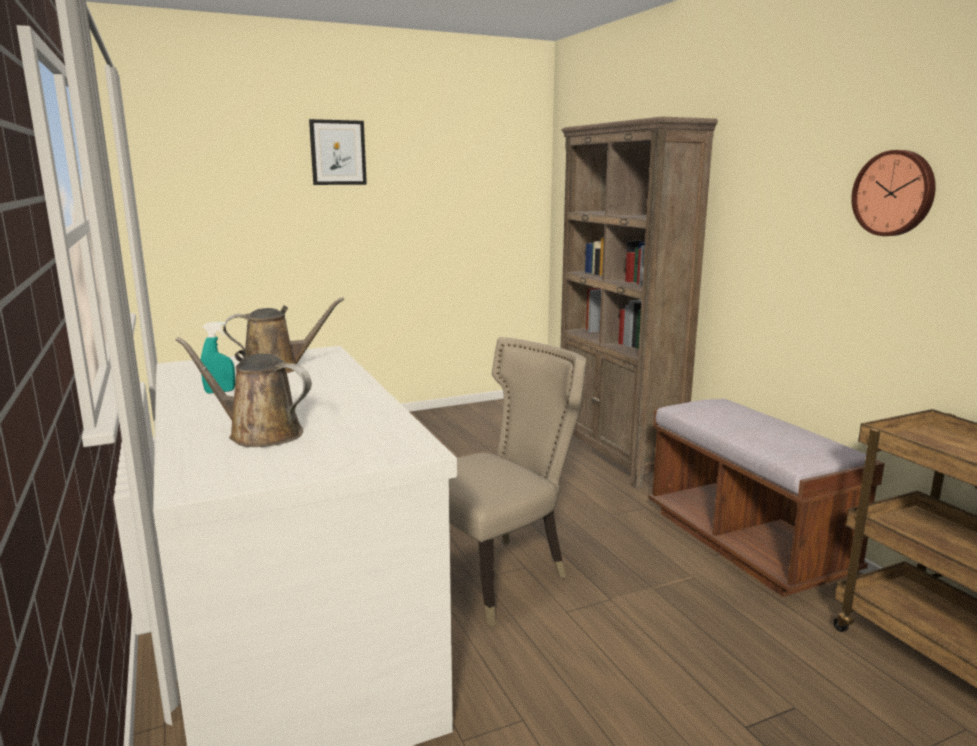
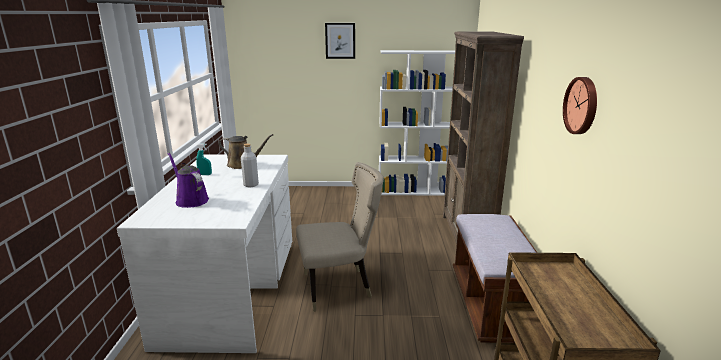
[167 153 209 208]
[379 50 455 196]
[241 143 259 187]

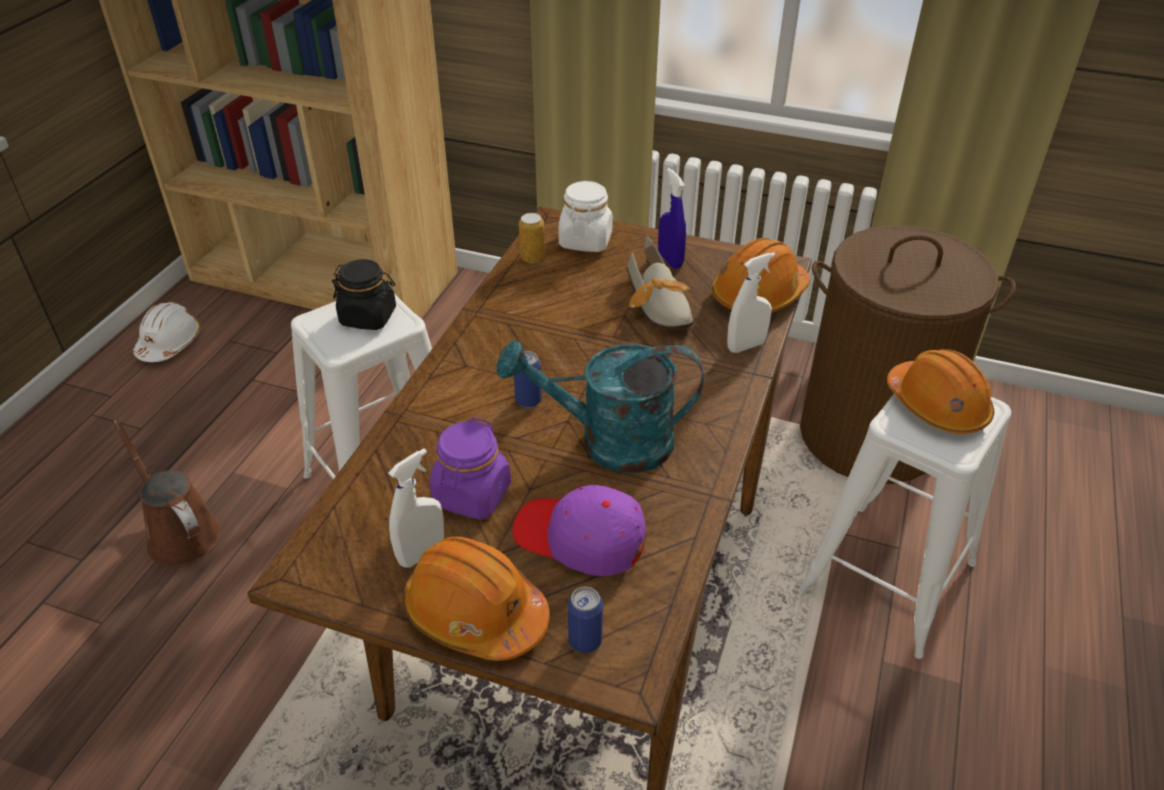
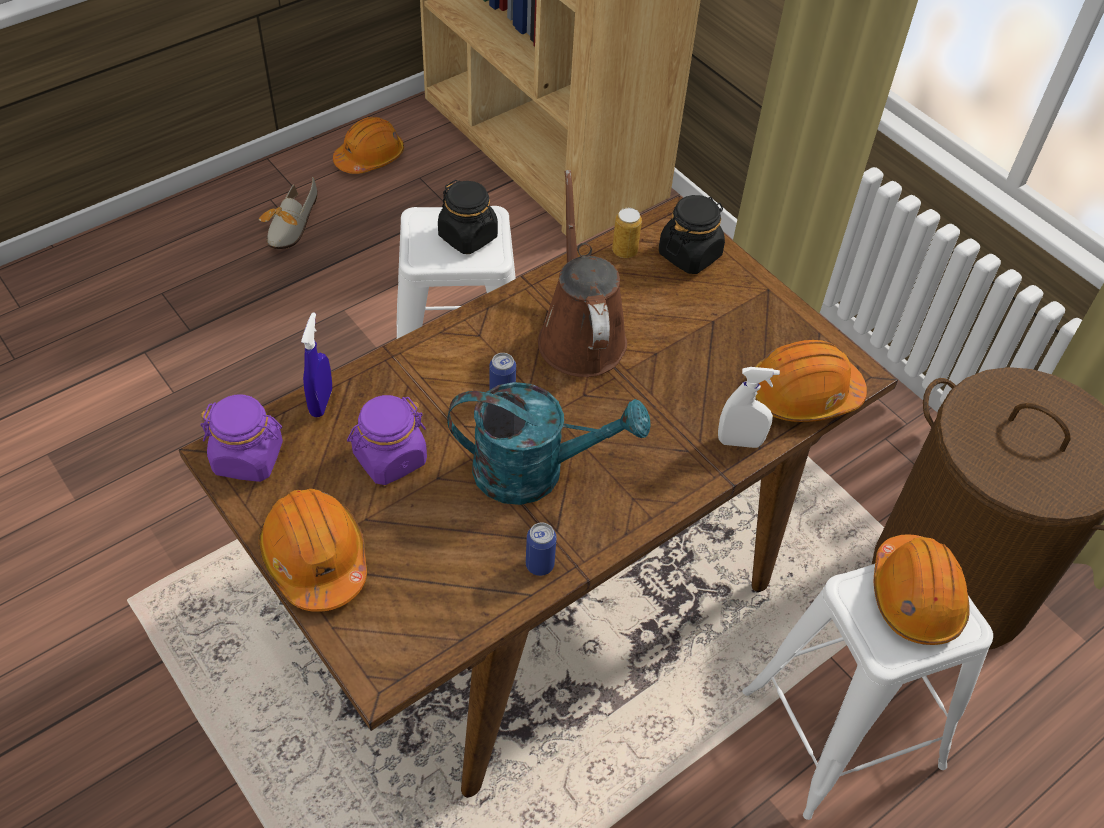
[301 312 332 417]
[659 195 725 274]
[259 177 317 249]
[333 117 404 174]
[447 382 651 505]
[538 170 627 377]
[388 448 444 568] (first image)
[513 485 646 576] (first image)
[526 523 557 576]
[200 395 283 482]

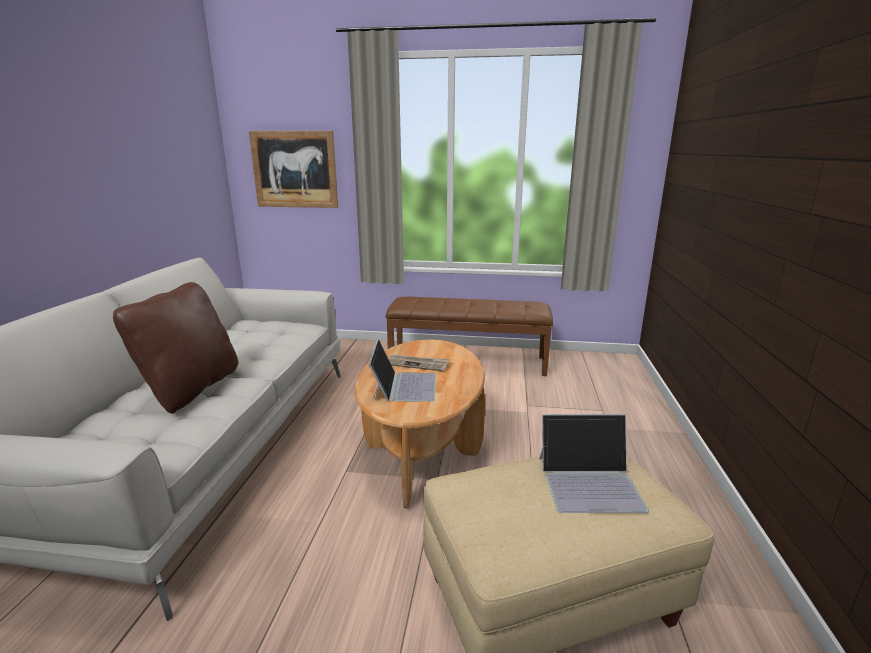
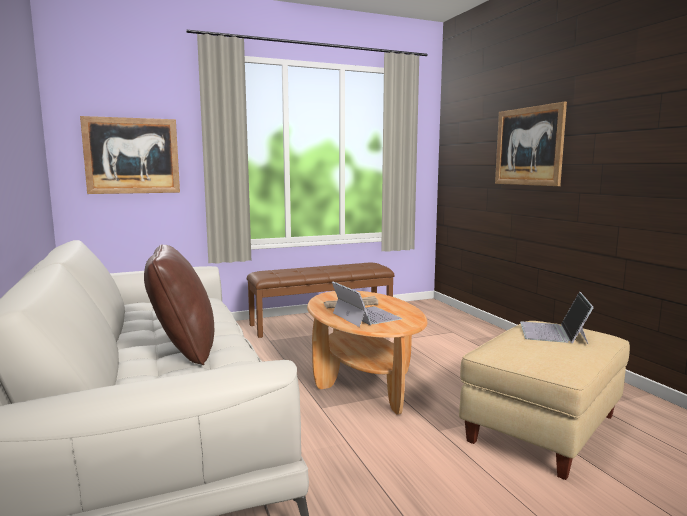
[520 292 594 345]
[495 102 567 186]

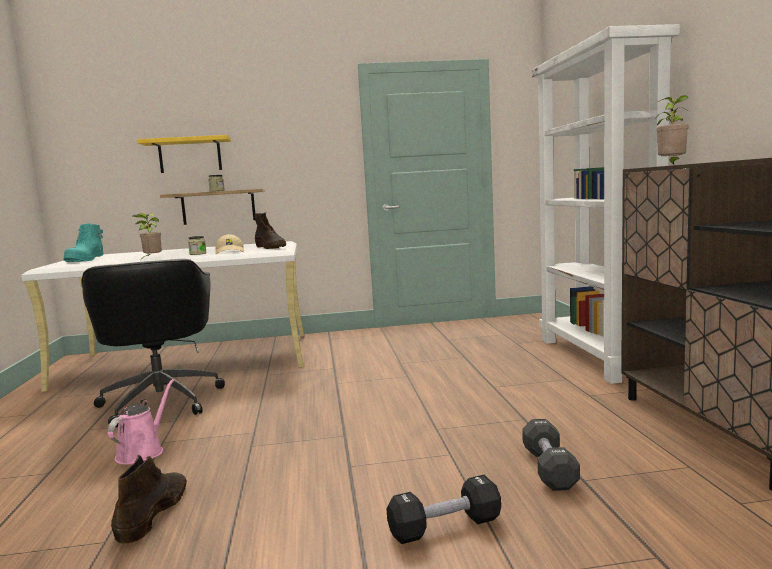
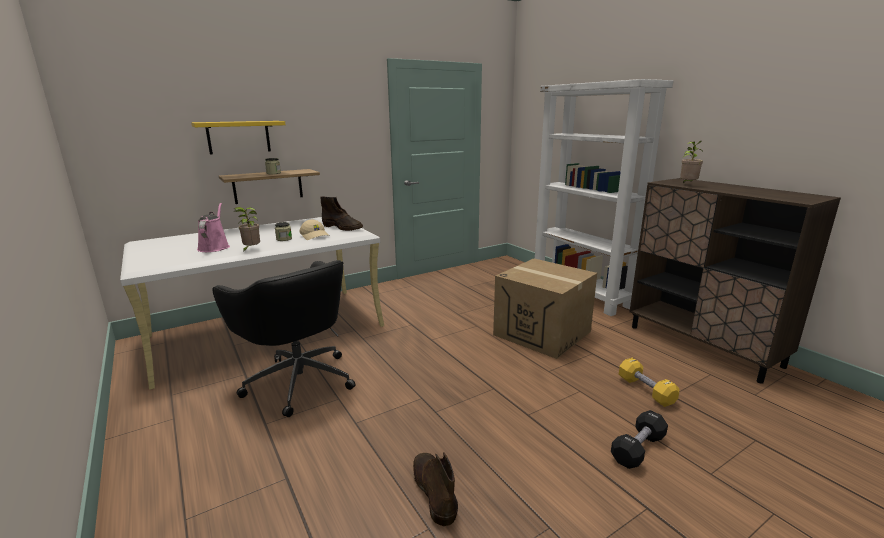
[63 223 104 262] (first image)
[197 203 230 252]
[619 358 679 407]
[493 258 597 359]

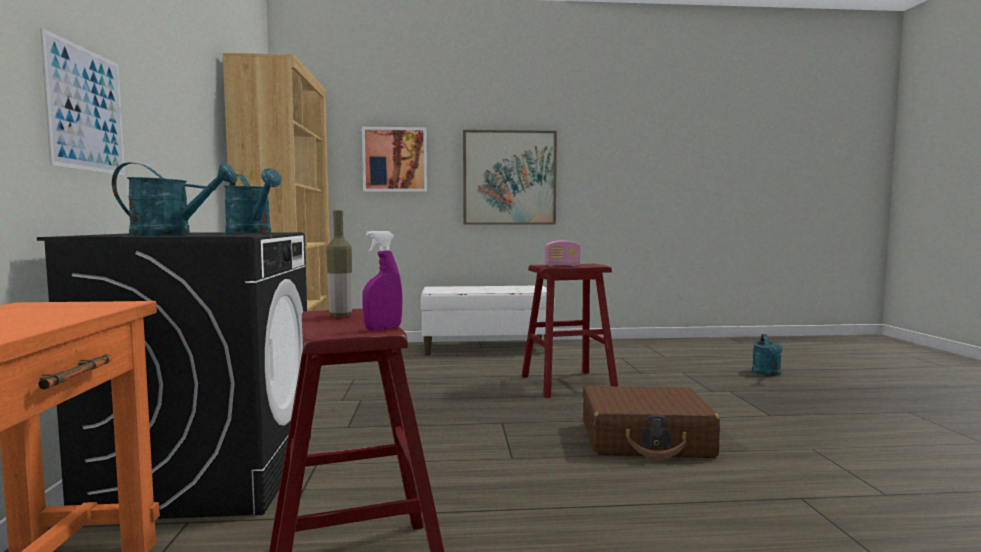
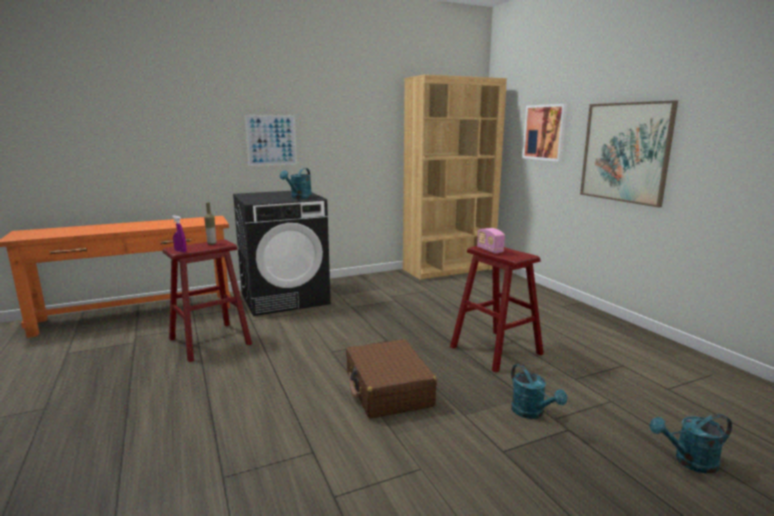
[511 364 567 419]
[421 286 555 355] (first image)

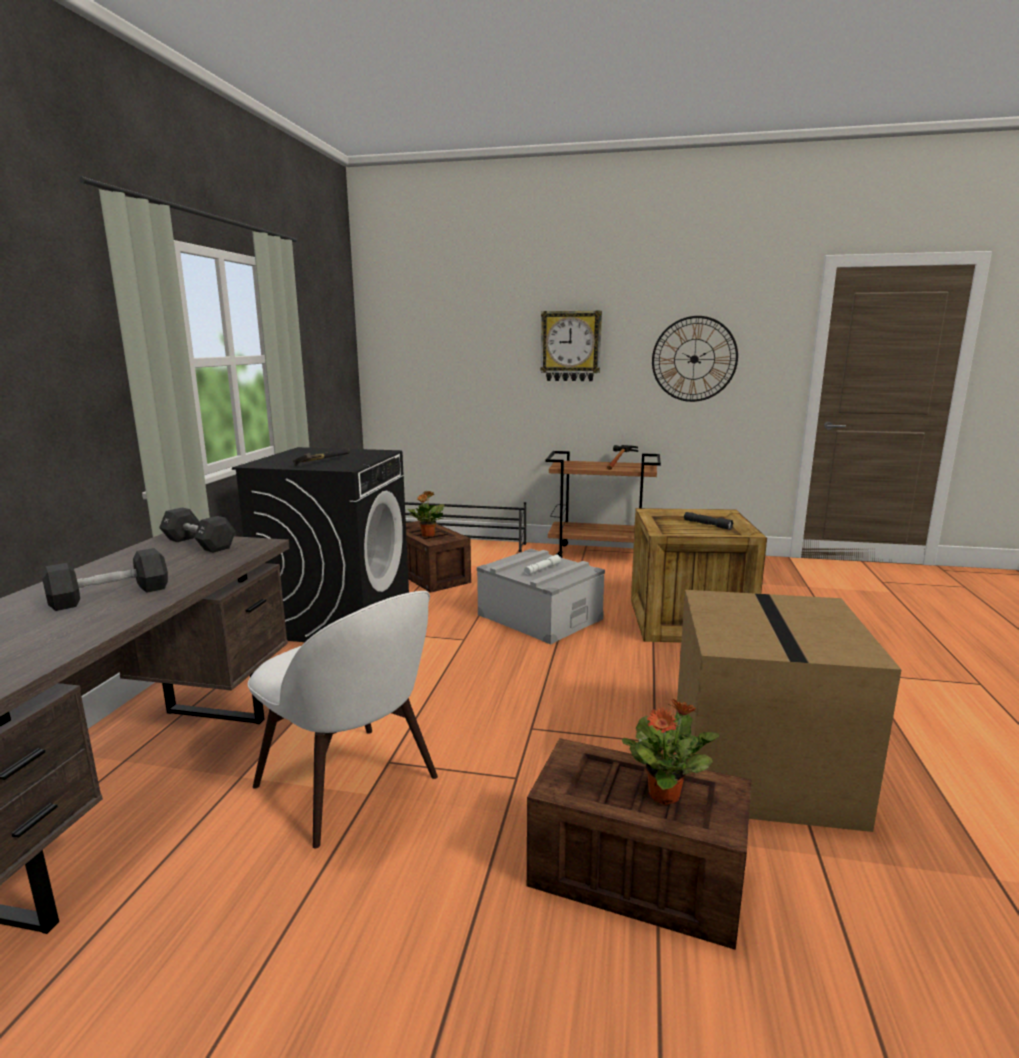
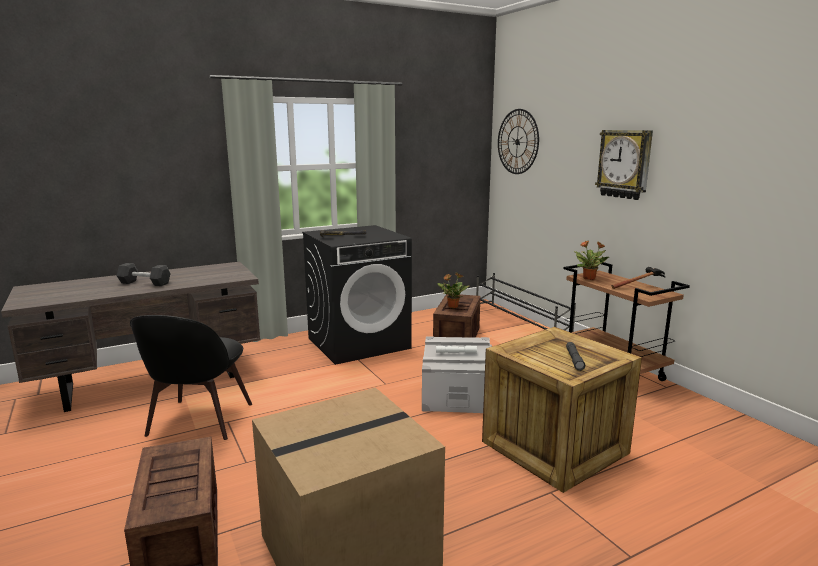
[498 109 539 174]
[159 507 236 553] (first image)
[130 315 252 440]
[574 240 609 280]

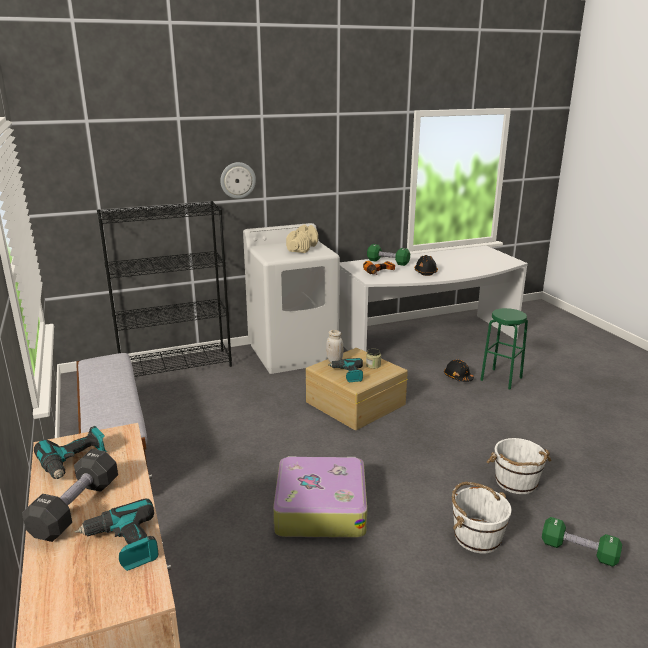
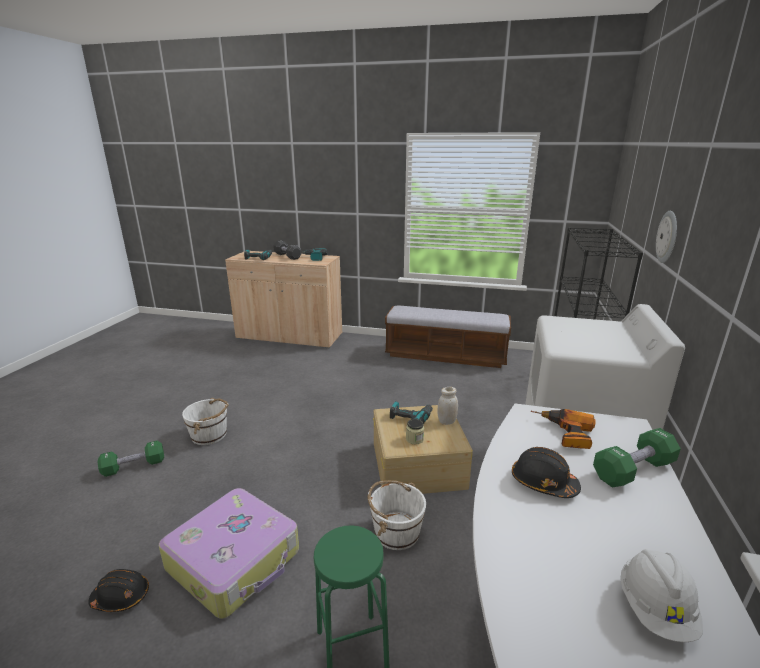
[286 224 318 253] (first image)
[88 569 149 612]
[368 480 426 550]
[159 488 299 619]
[620 549 703 642]

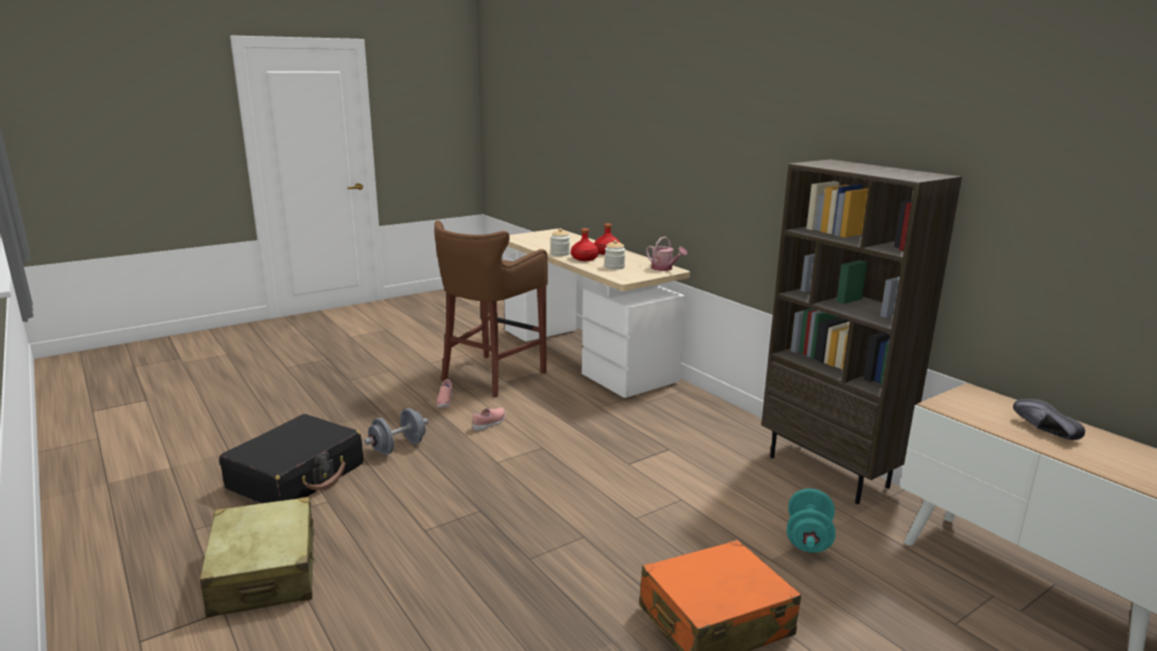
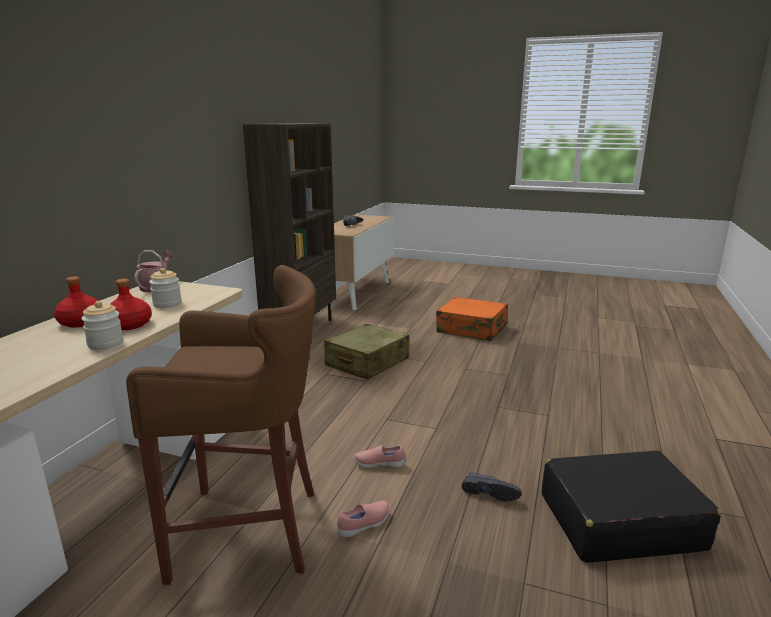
[462 472 522 502]
[787 489 836 553] (first image)
[324 324 409 380]

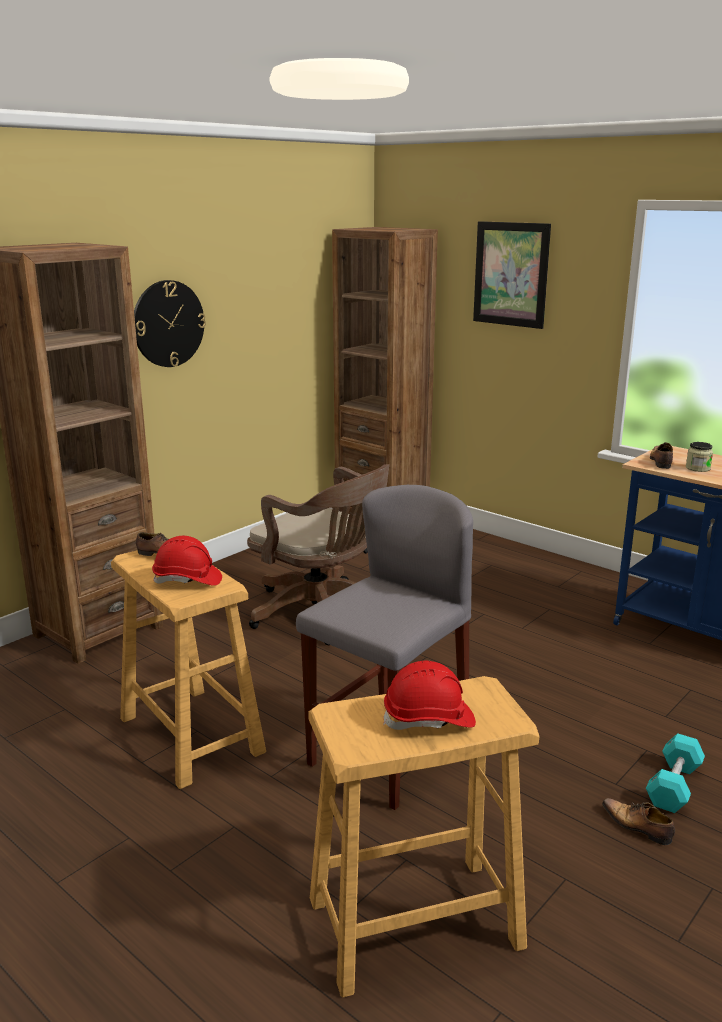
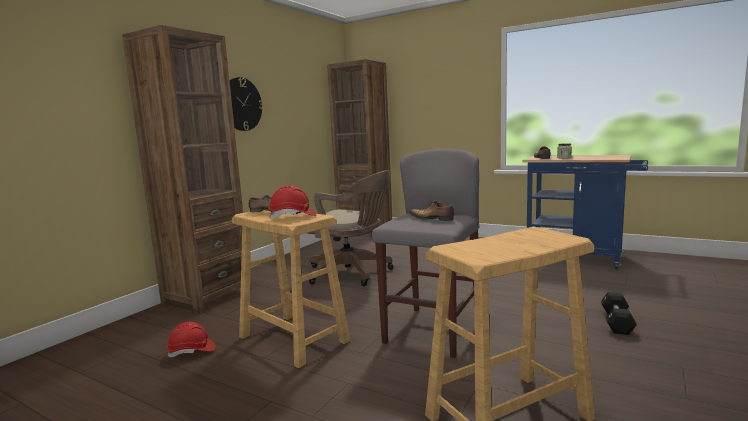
[473 221 551 329] (first image)
[167 322 215 357]
[601 292 637 335]
[409 201 454 221]

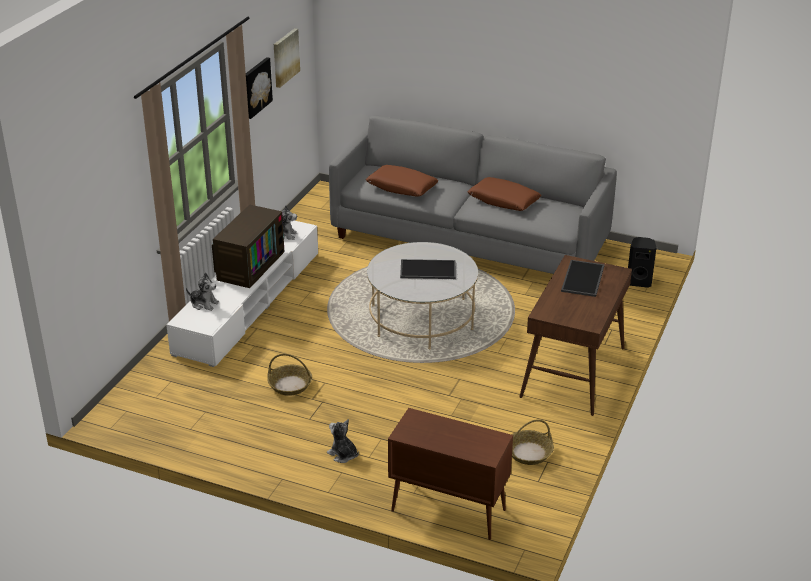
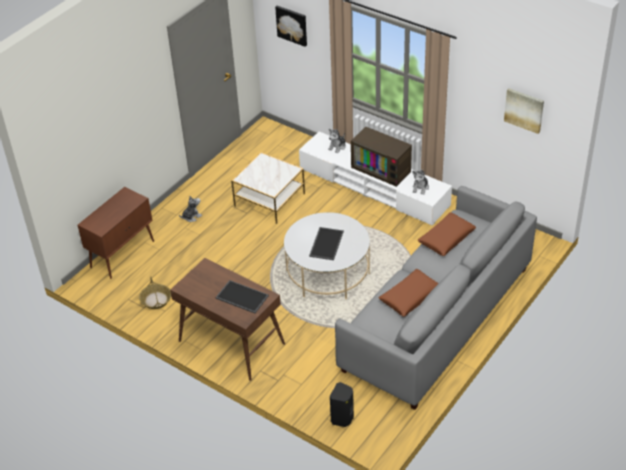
[275 6 307 47]
[231 152 305 224]

